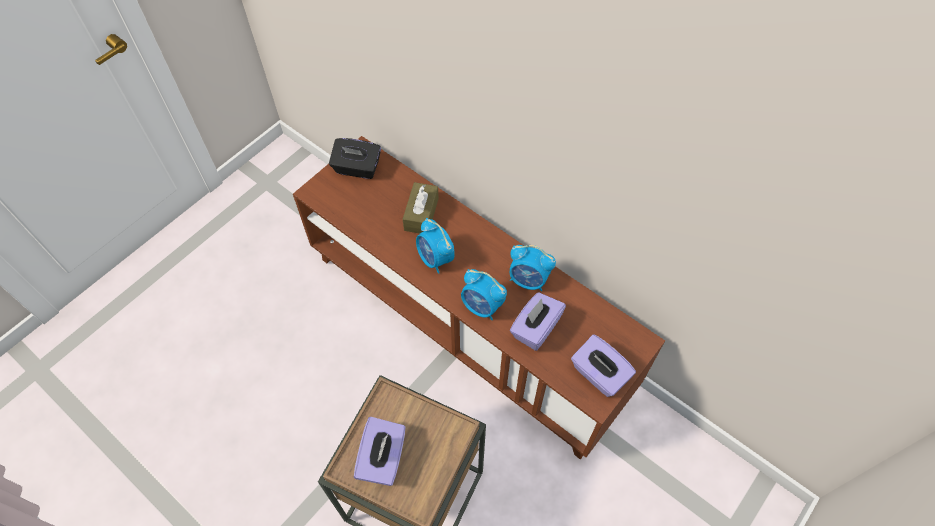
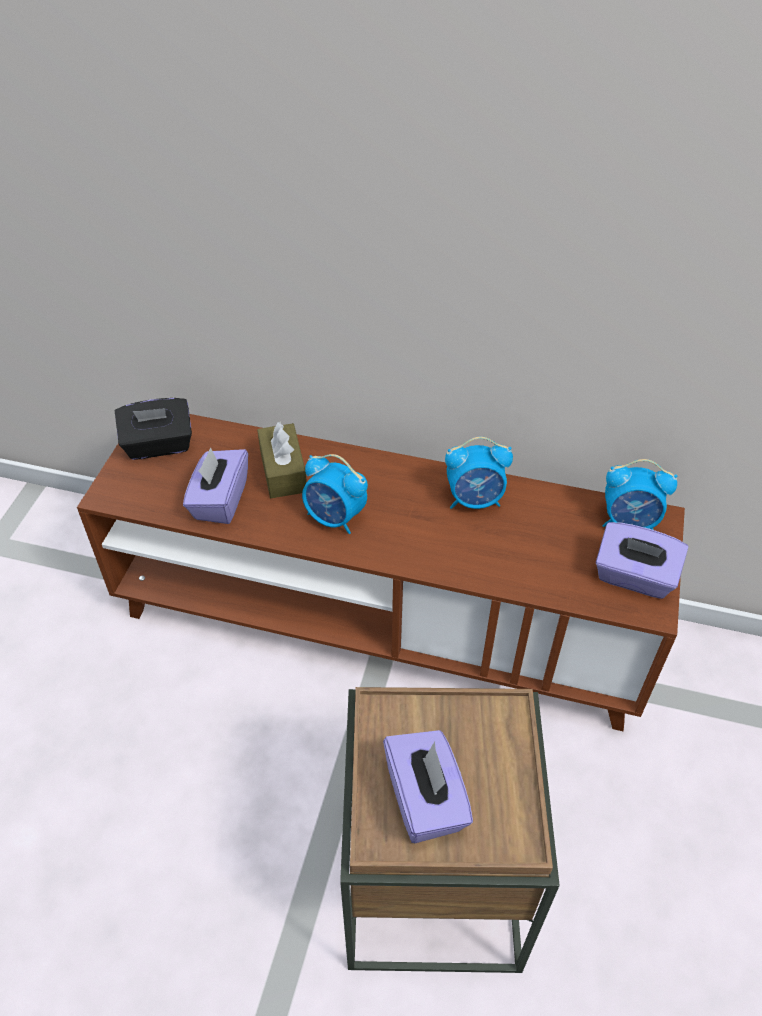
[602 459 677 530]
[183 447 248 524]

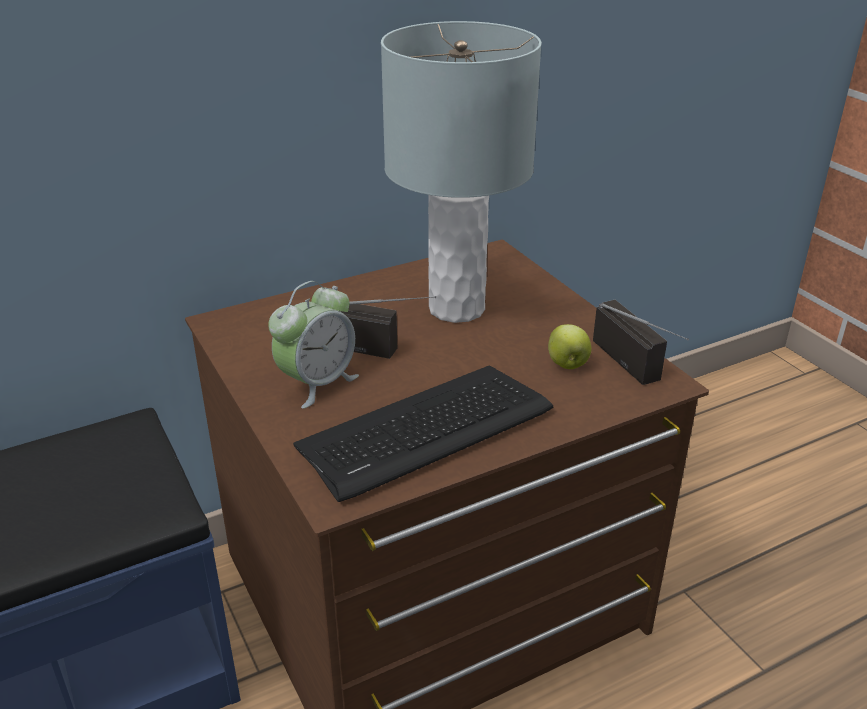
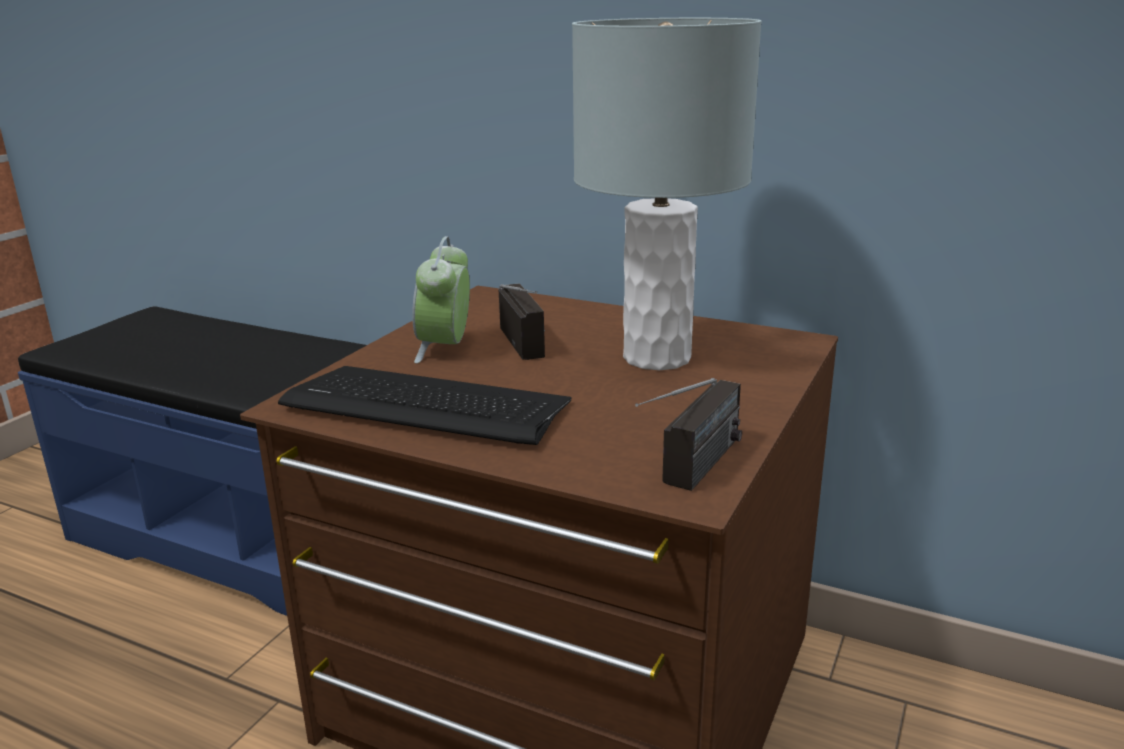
[412 236 470 363]
[548 324 591 369] (first image)

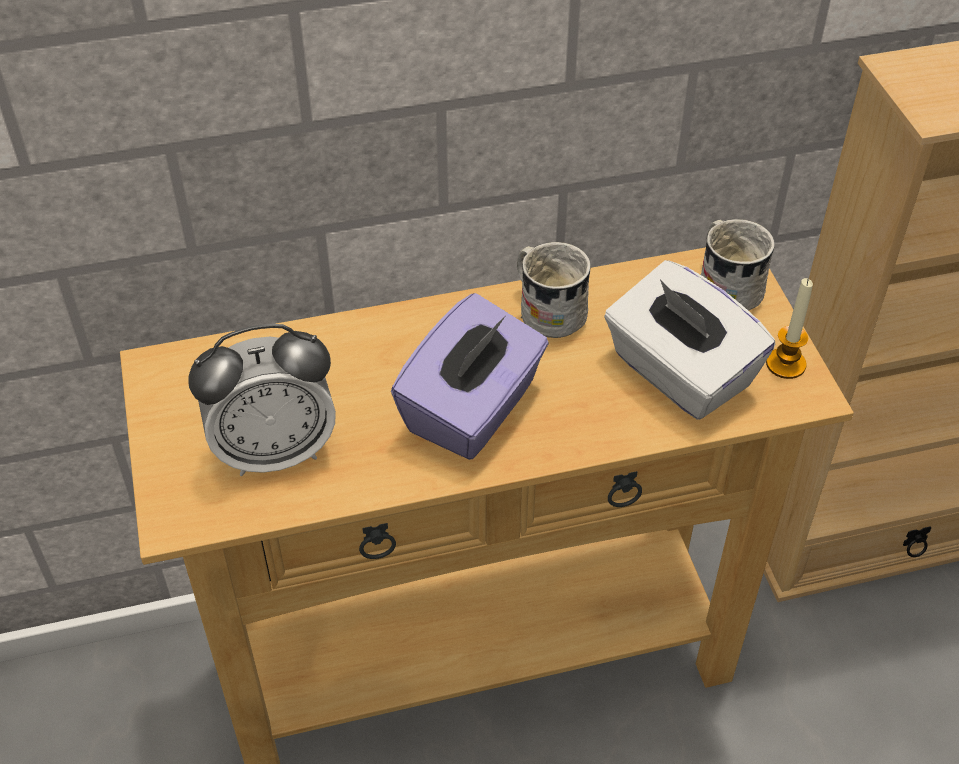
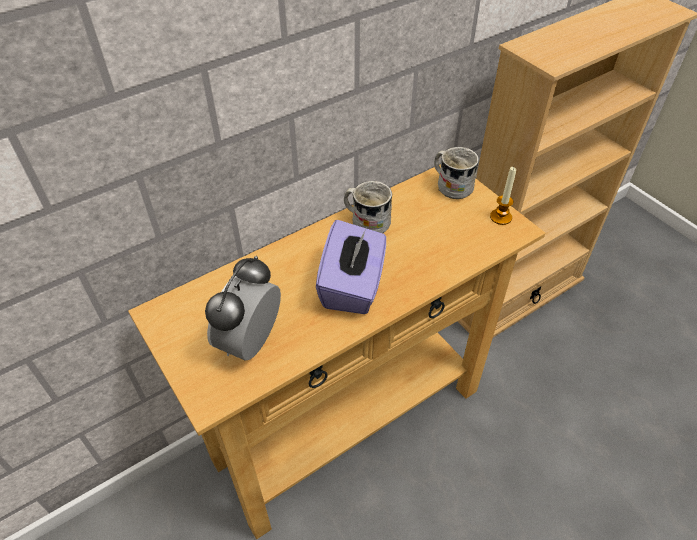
[604 260 775 420] (first image)
[205 256 281 361]

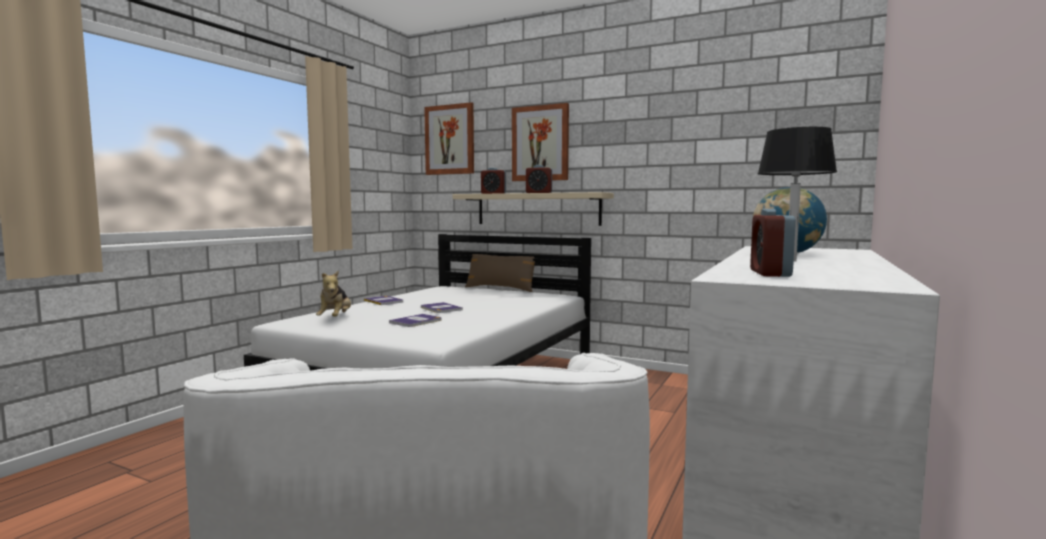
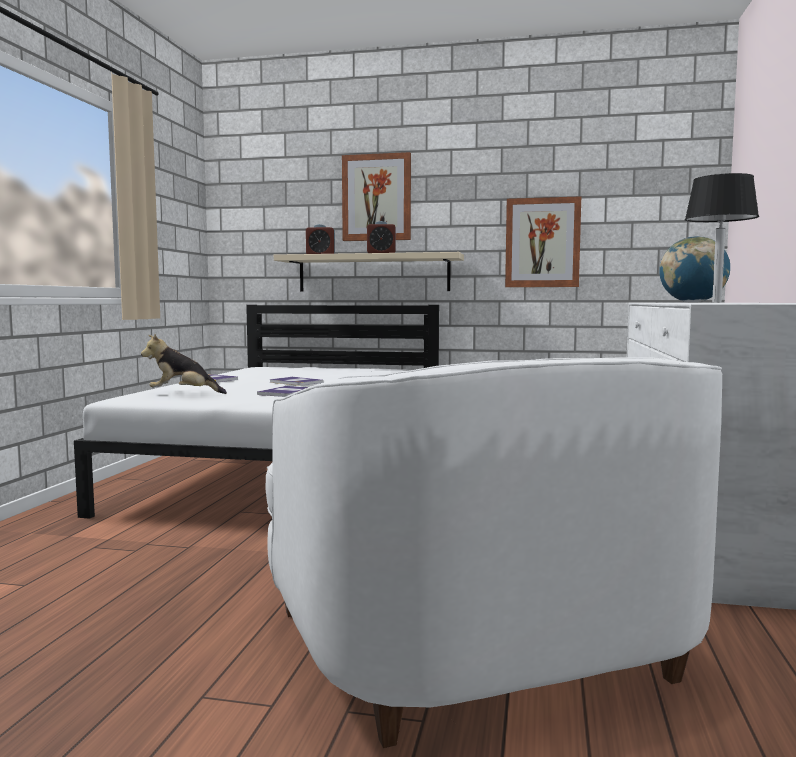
[505 196 581 287]
[750 209 796 277] (first image)
[465 254 535 292] (first image)
[141 334 227 394]

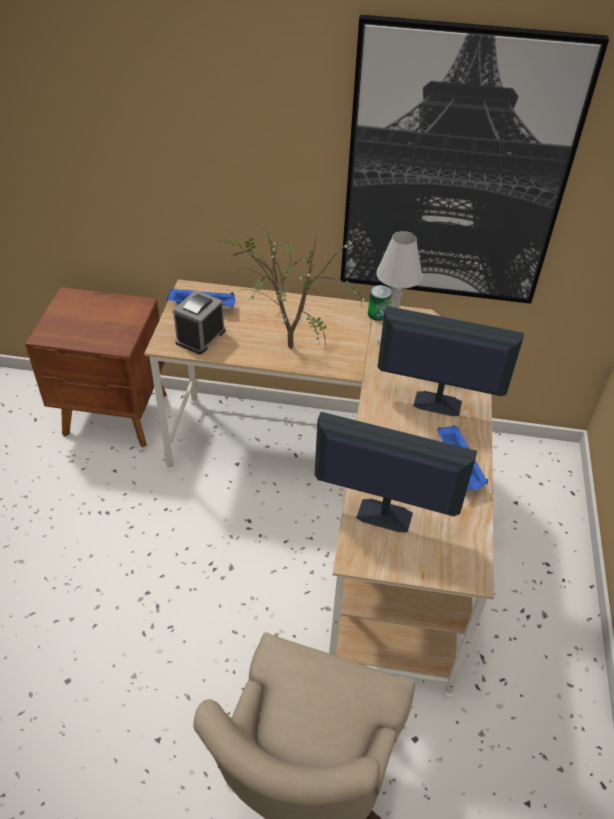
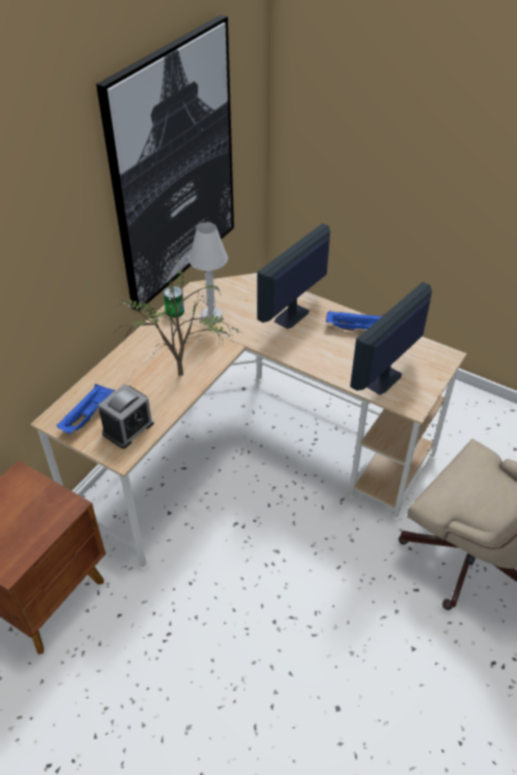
[98 384 154 449]

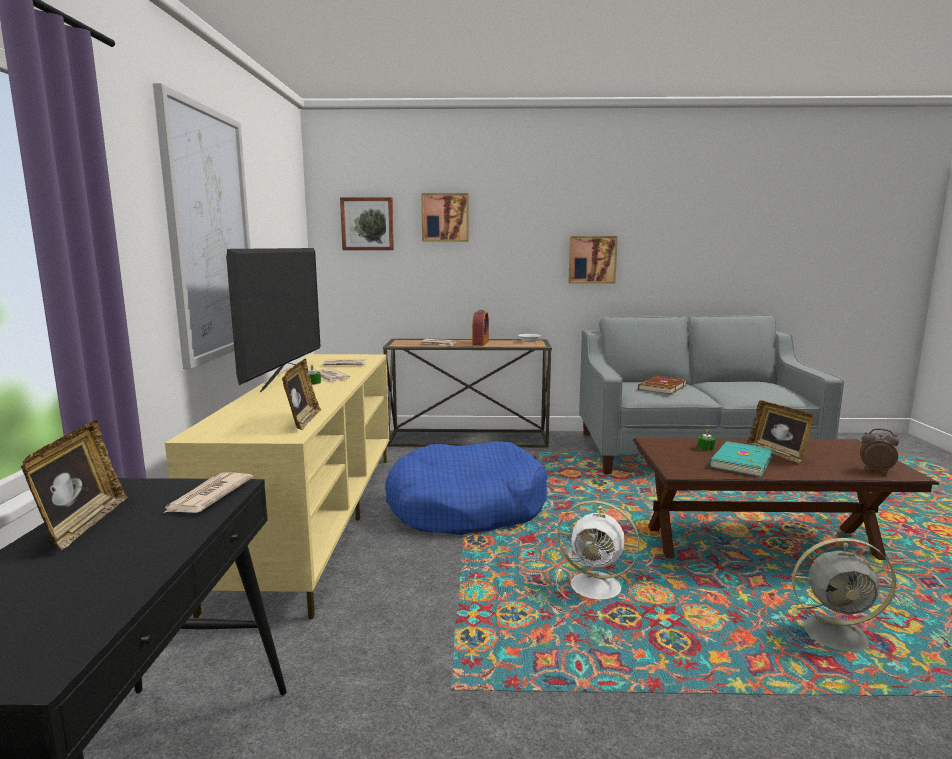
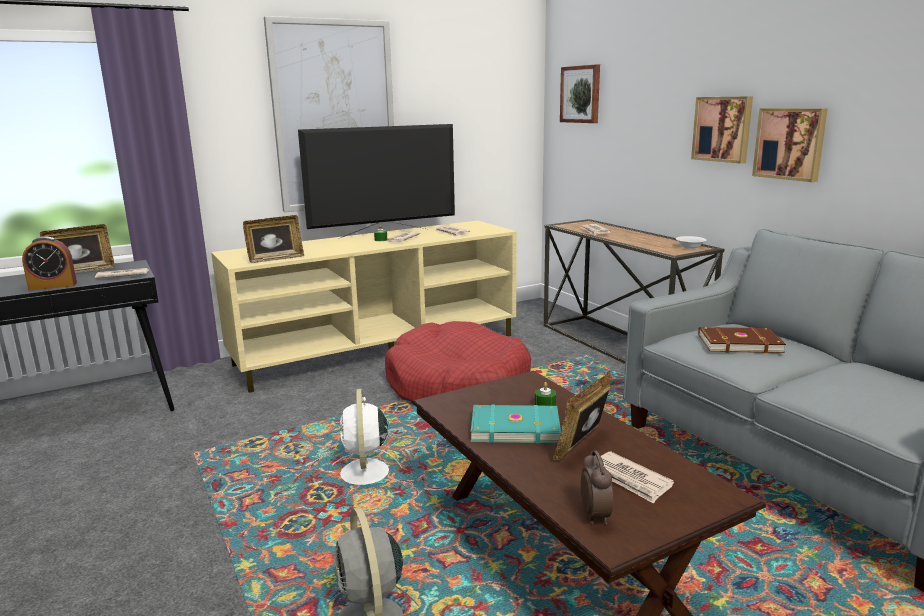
[691 96 753 164]
[22 236 77 290]
[385 321 531 402]
[590 451 674 504]

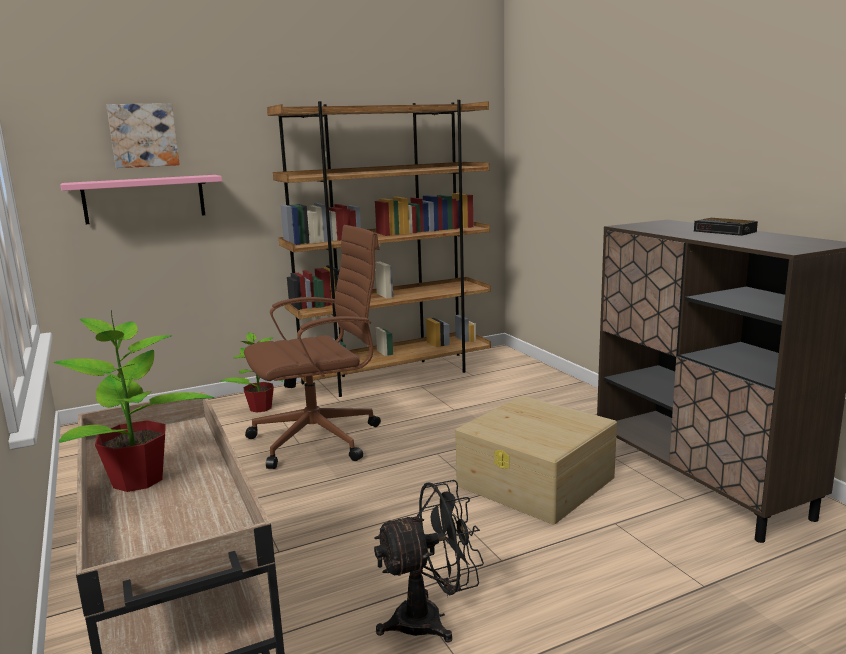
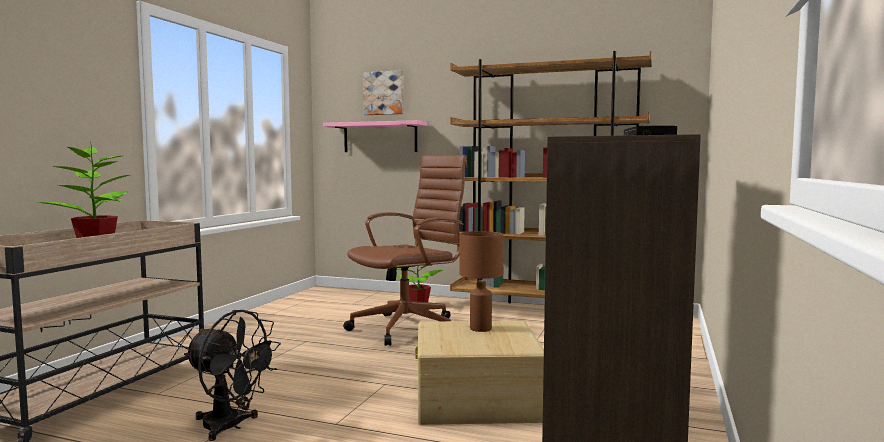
[343 155 468 346]
[459 231 503 332]

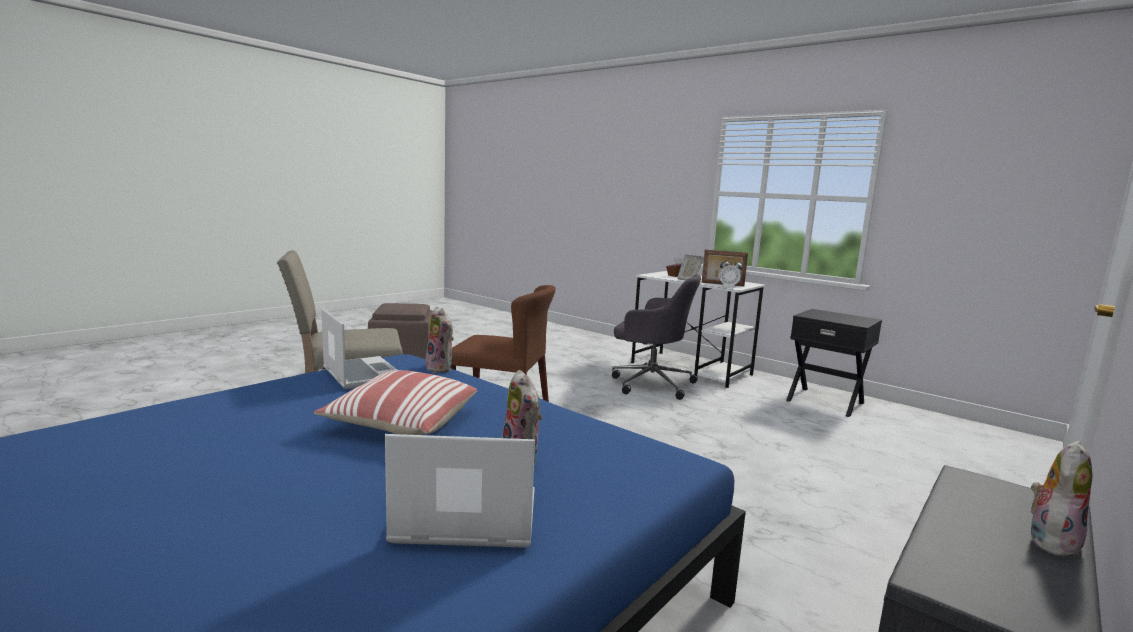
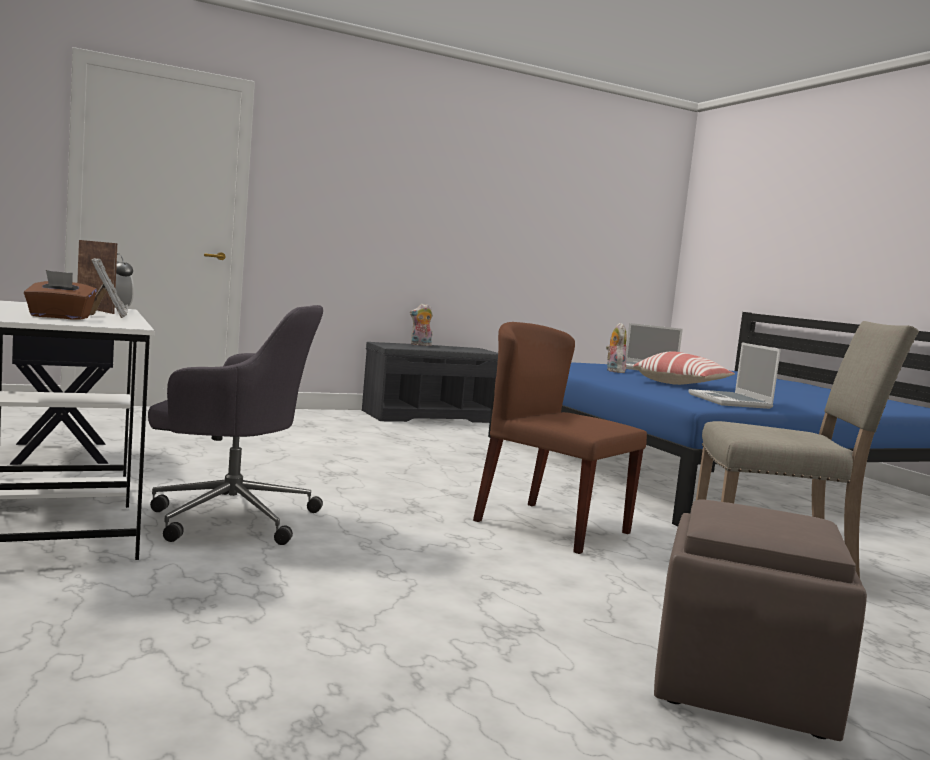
[148 305 323 545]
[425 307 454 373] (first image)

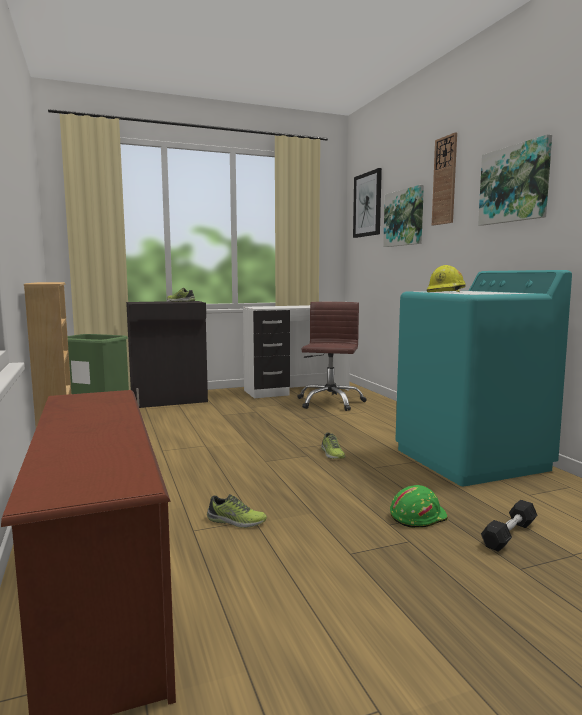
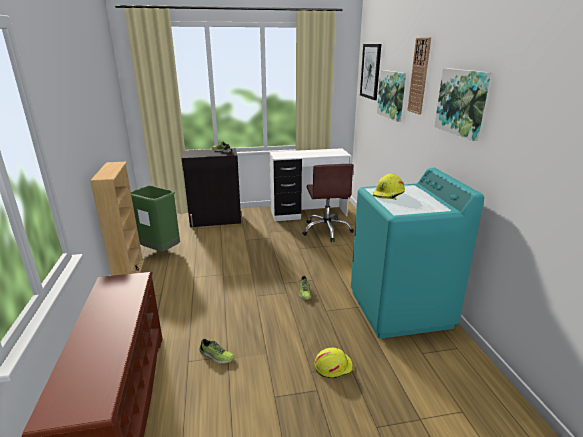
[302 164 354 242]
[314 348 353 378]
[481 500 537 552] (first image)

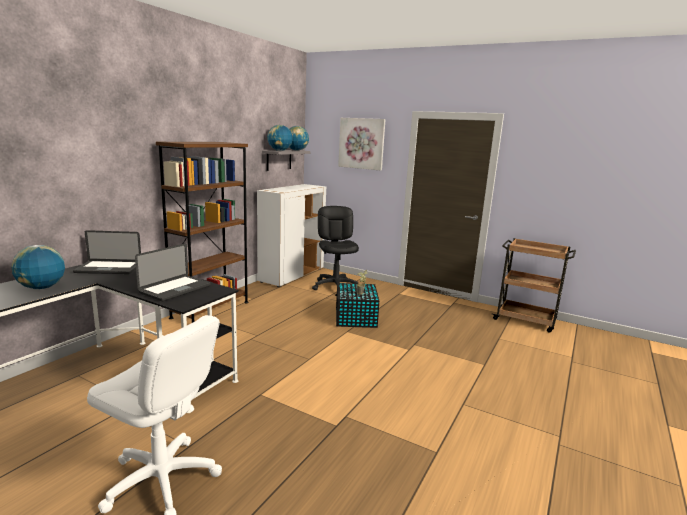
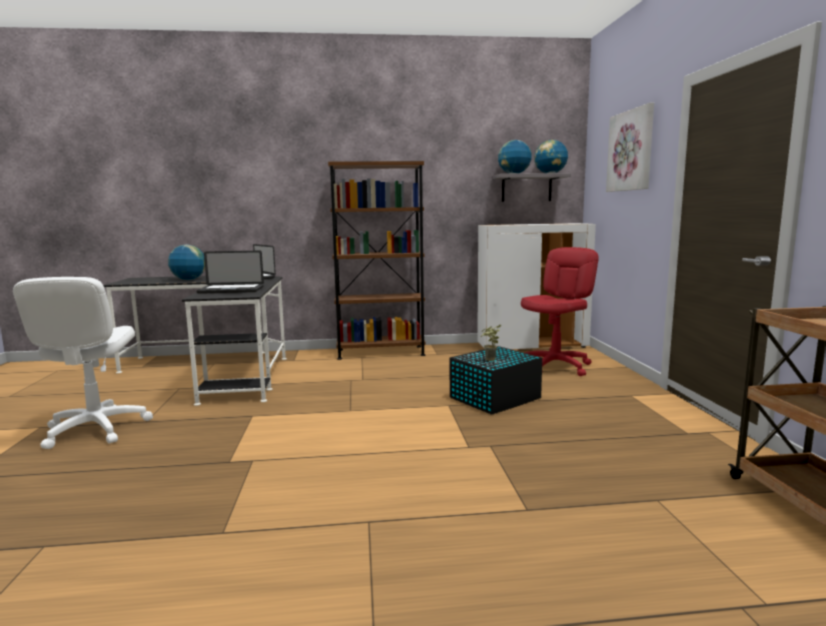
[521 247 599 376]

